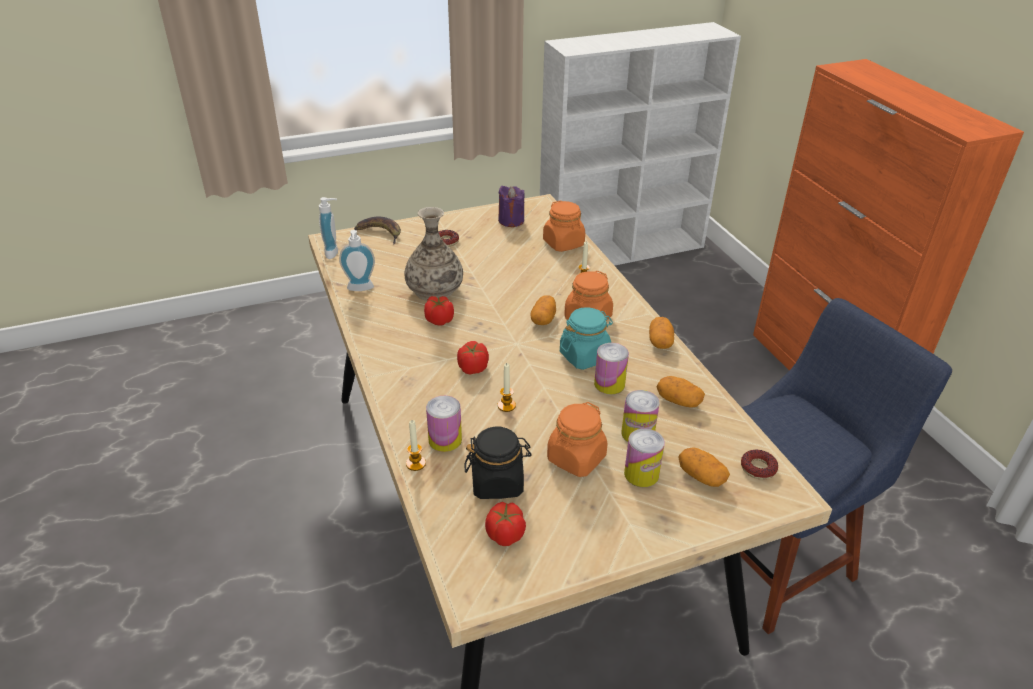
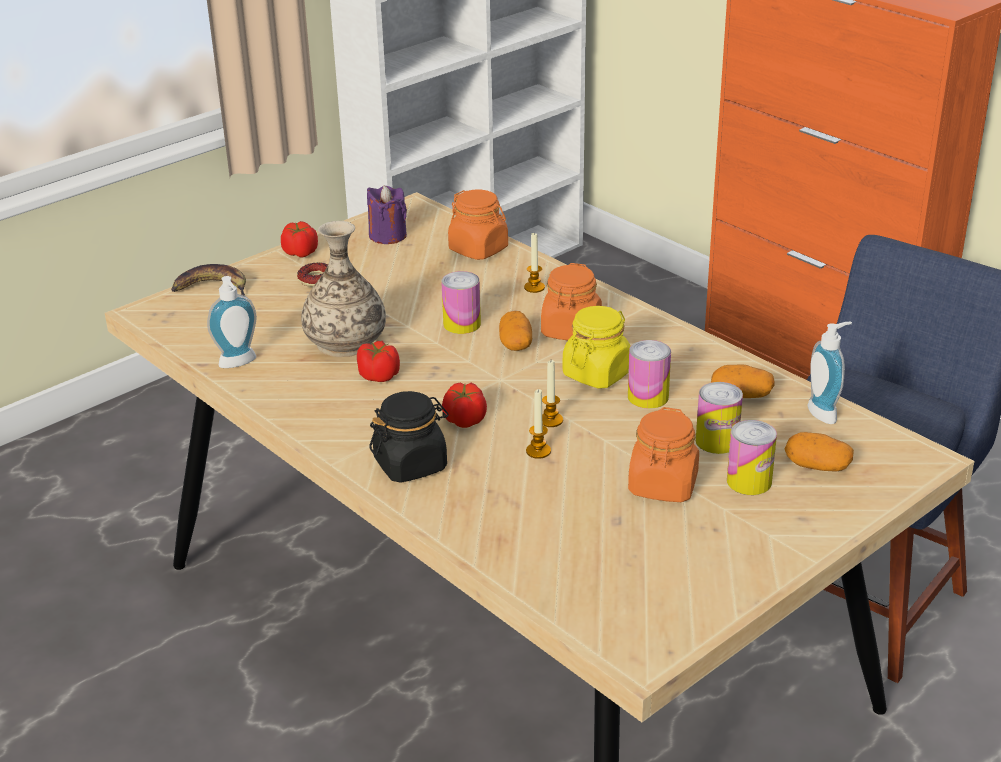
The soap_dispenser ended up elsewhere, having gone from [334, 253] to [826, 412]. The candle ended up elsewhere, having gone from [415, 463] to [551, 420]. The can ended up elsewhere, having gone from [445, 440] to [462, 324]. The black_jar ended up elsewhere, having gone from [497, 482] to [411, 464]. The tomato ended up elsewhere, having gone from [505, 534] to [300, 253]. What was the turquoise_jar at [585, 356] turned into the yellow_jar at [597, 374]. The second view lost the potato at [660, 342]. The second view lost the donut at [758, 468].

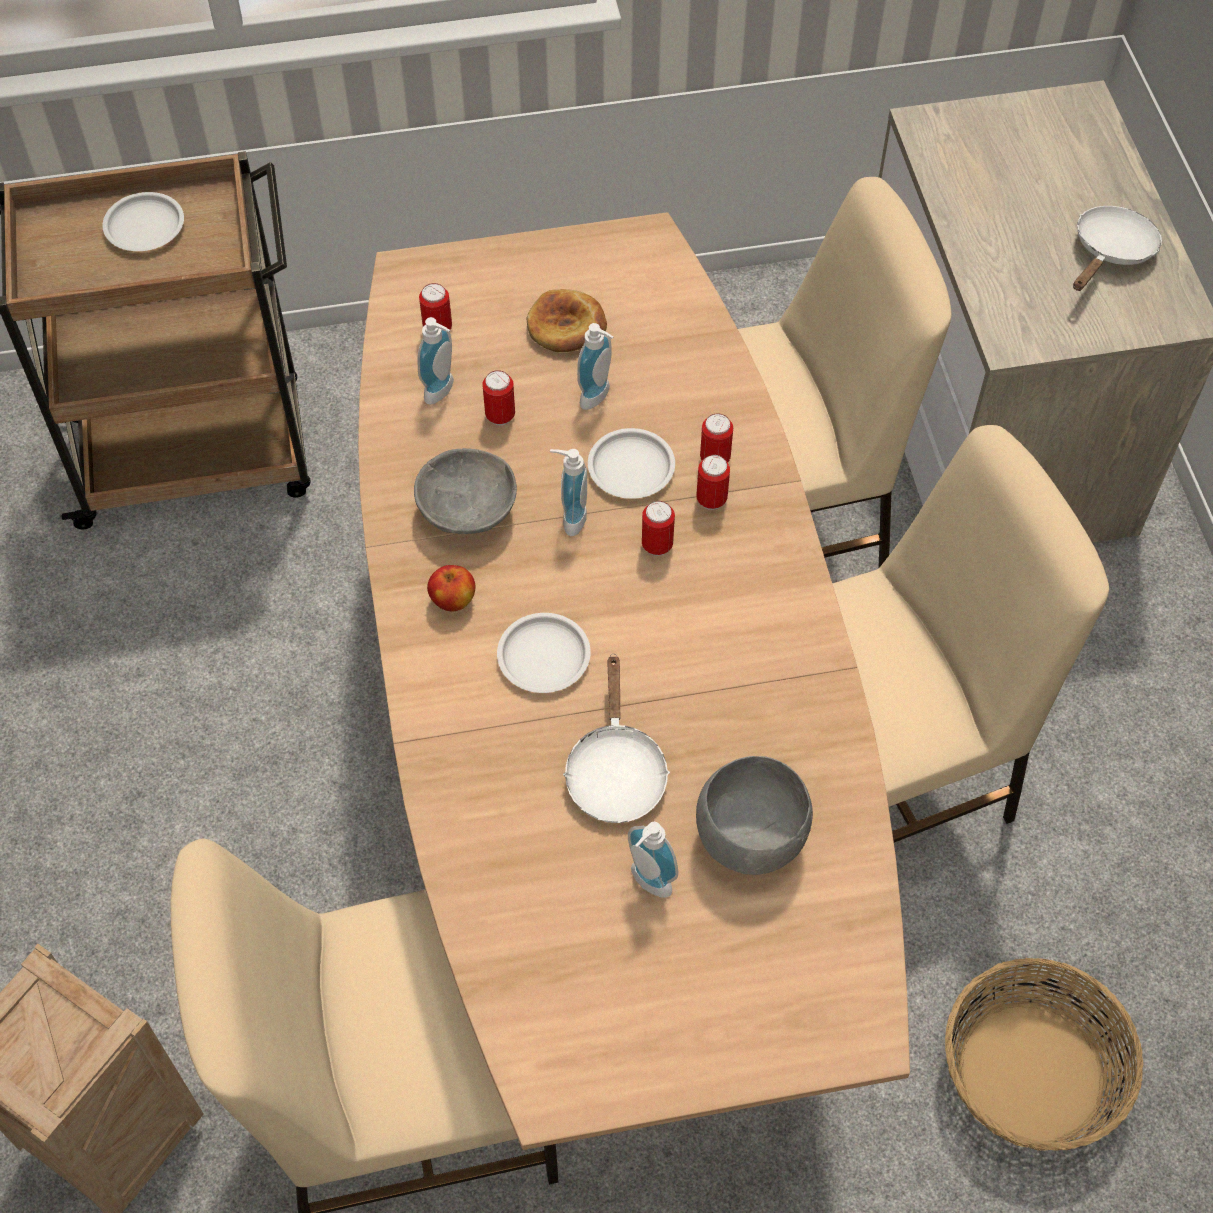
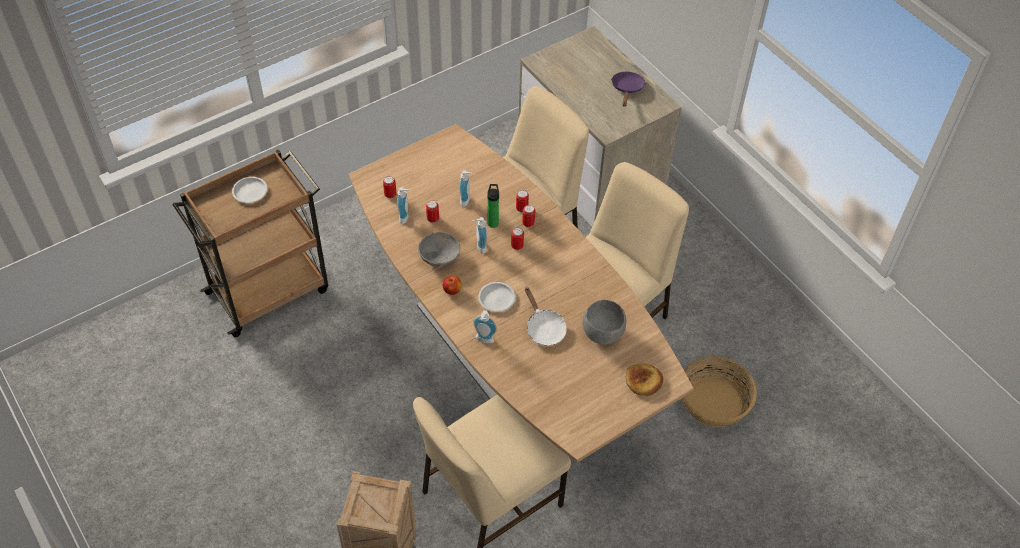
The bread ended up elsewhere, having gone from [566, 325] to [643, 381]. Where the white_plate stood at [632, 468], the bottle came to stand at [493, 222]. The soap_dispenser ended up elsewhere, having gone from [647, 884] to [484, 340]. What was the white_frying_pan at [1110, 252] turned into the purple_frying_pan at [627, 89].

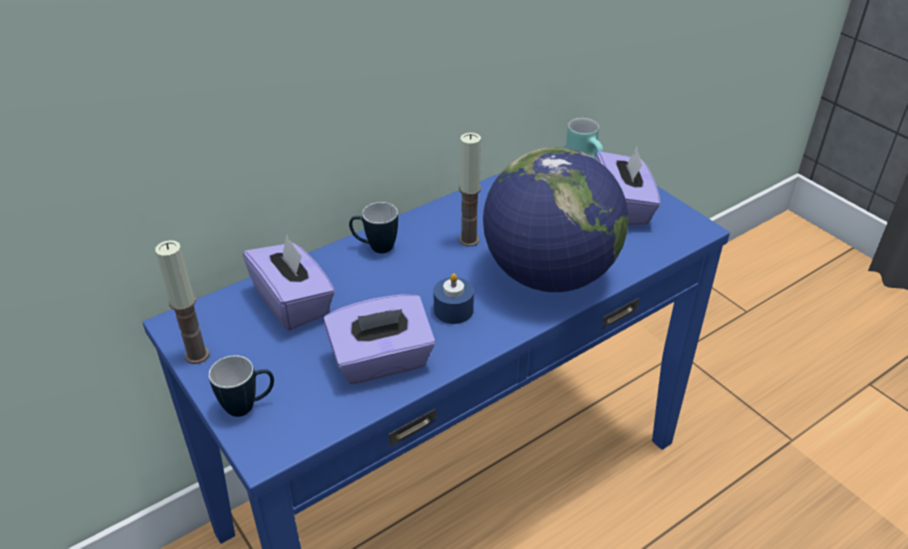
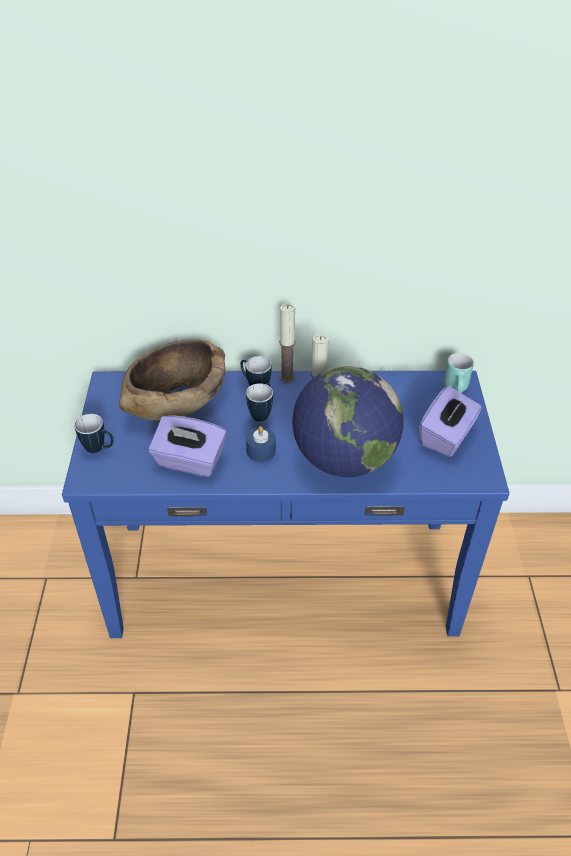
The candle ended up elsewhere, having gone from [197, 355] to [287, 377]. Where the purple_tissue_box stood at [293, 303], the brown_bowl came to stand at [176, 399]. The second view gained the mug at [262, 413].

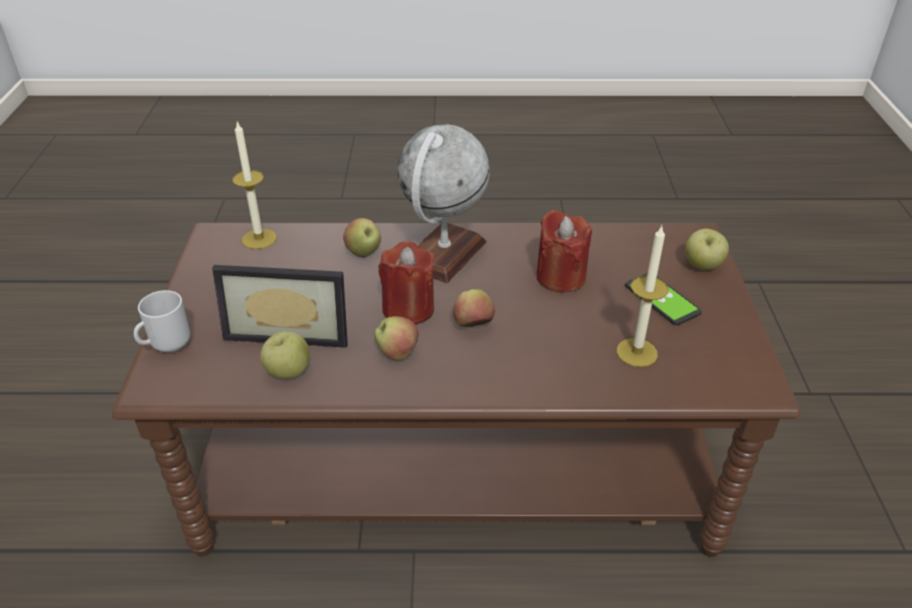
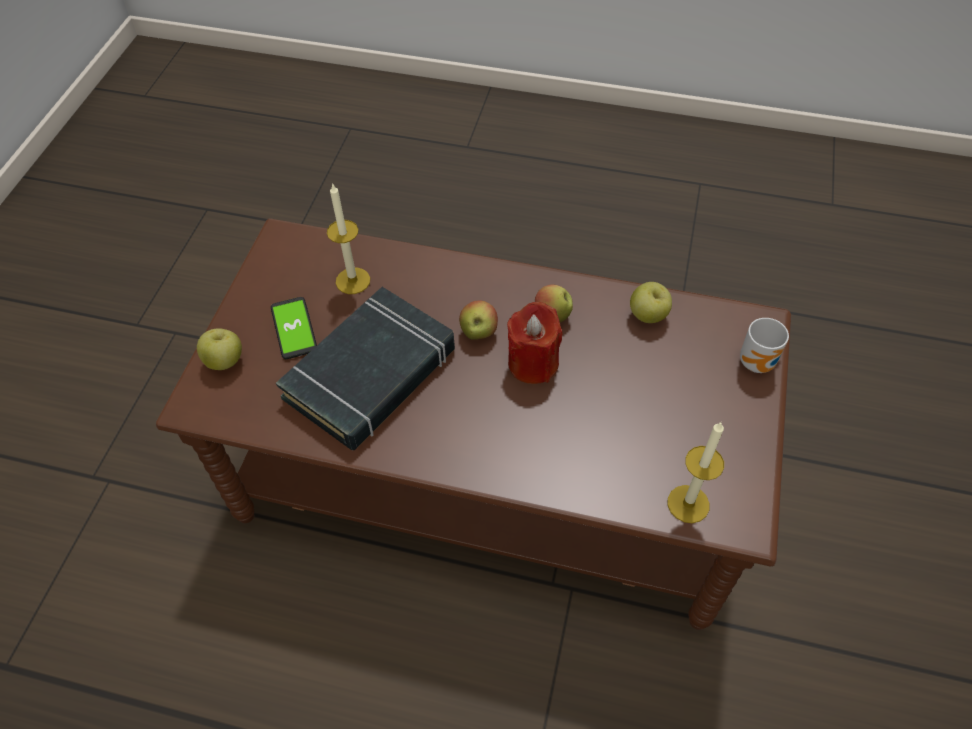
The second view lost the picture_frame at [290, 329]. The second view lost the apple at [364, 253]. The second view lost the globe at [444, 254]. Where the red_candle stood at [560, 277], the black_book came to stand at [371, 374].

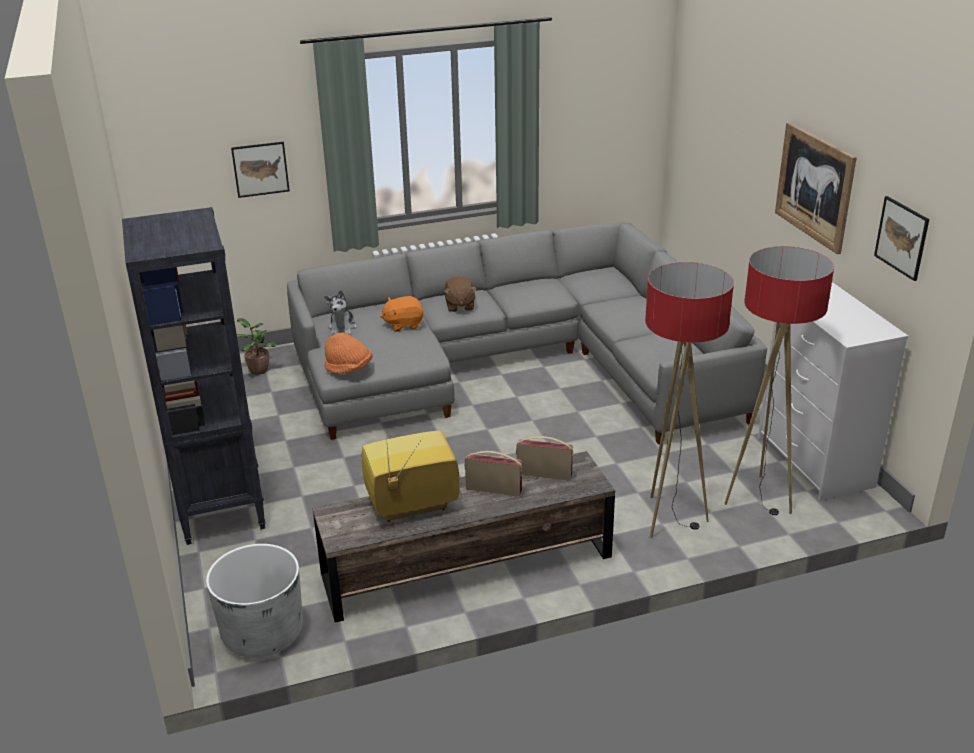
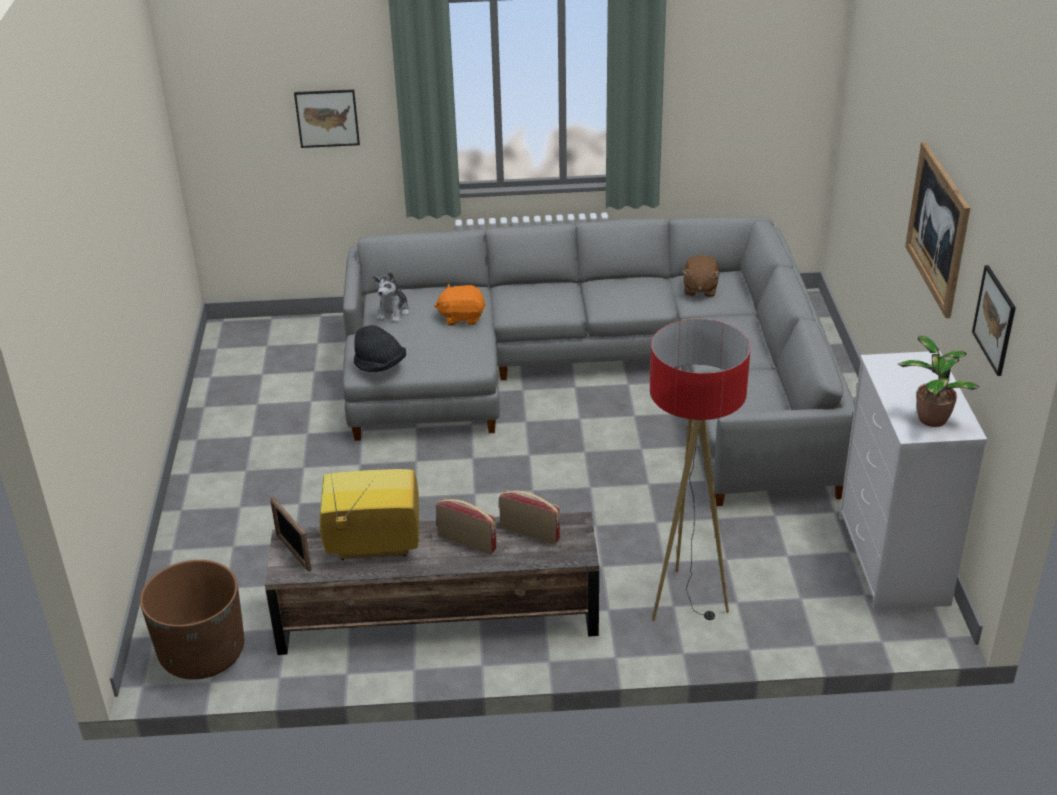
The second view lost the black_bookcase at [221, 506]. What was the white_planter at [263, 633] turned into the brown_planter at [202, 653]. The potted_plant ended up elsewhere, having gone from [257, 370] to [930, 418]. What was the orange_hat at [349, 369] turned into the black_hat at [380, 366]. The brown_plush_toy ended up elsewhere, having gone from [459, 306] to [699, 289]. The second view lost the floor_lamp at [758, 498]. The second view gained the picture_frame at [293, 552].

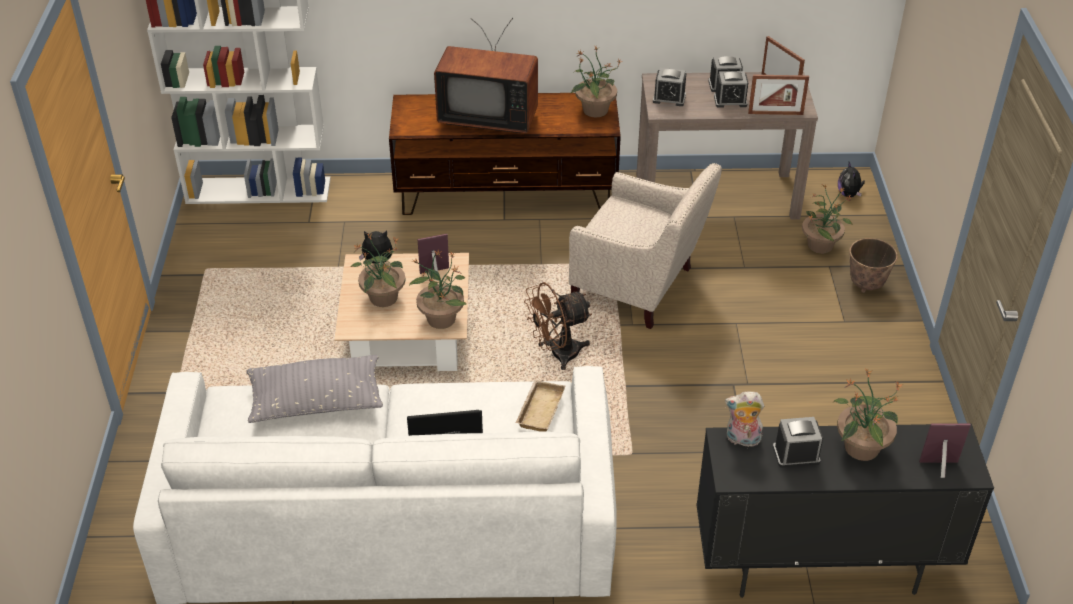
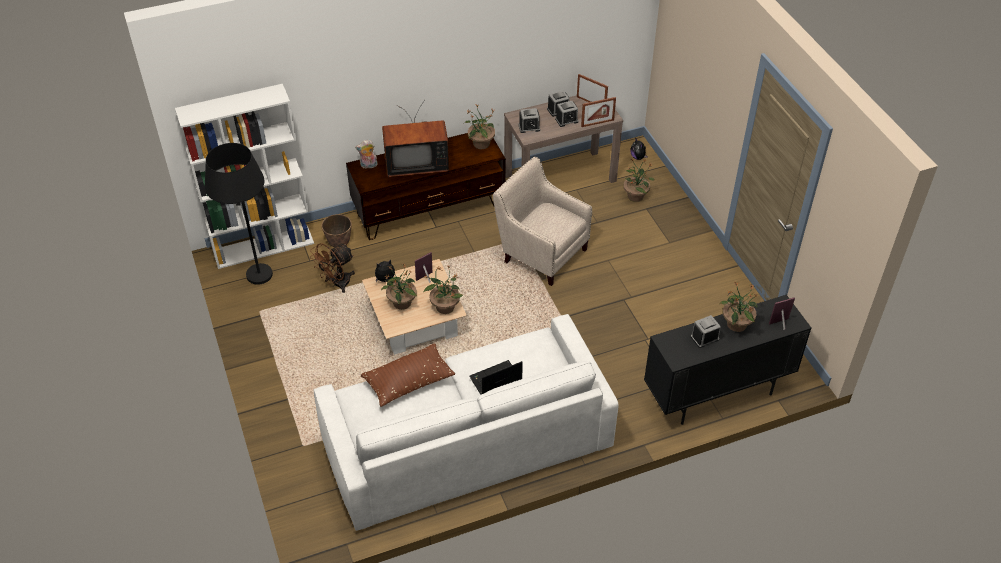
What was the grey_pillow at [316, 402] turned into the brown_pillow at [408, 382]. The second view lost the beige_tray at [539, 409]. The brown_fan ended up elsewhere, having gone from [557, 354] to [337, 284]. The beige_armchair at [639, 288] ended up facing another way, 150 degrees counterclockwise from before. The plush_toy ended up elsewhere, having gone from [742, 440] to [368, 166]. The planter ended up elsewhere, having gone from [866, 285] to [339, 243]. The second view gained the black_floor_lamp at [258, 285].

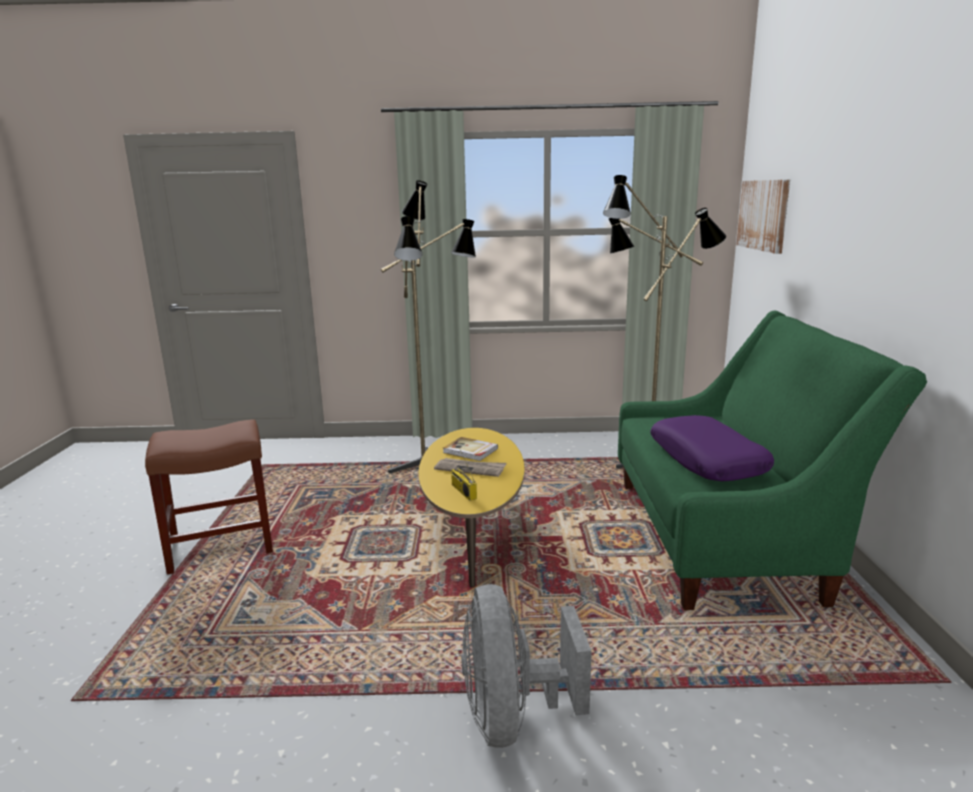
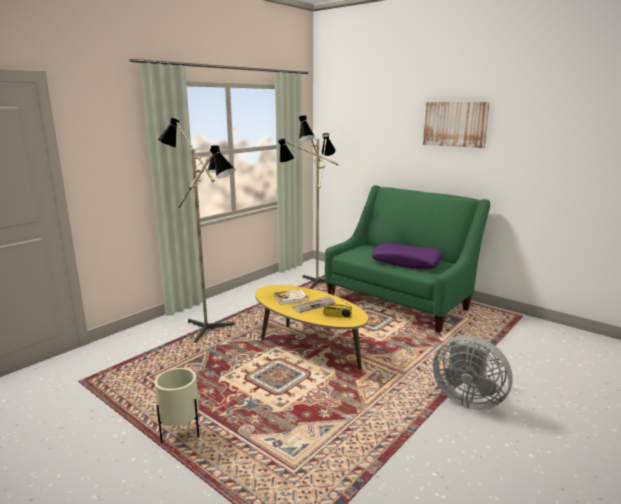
Where the brown_stool stood at [223, 545], the beige_planter came to stand at [181, 434]. The picture ended up elsewhere, having gone from [763, 215] to [455, 124].

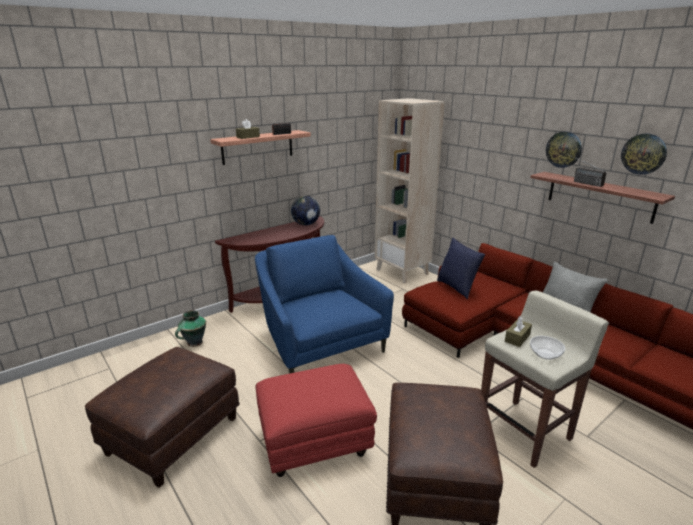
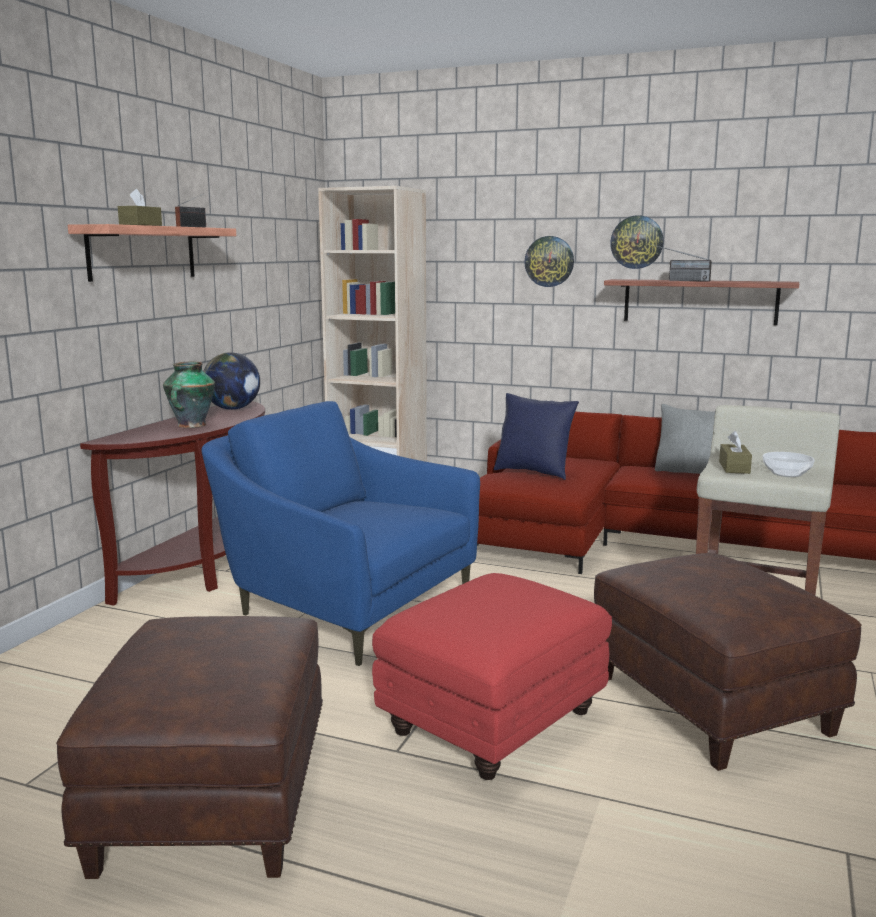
The vase ended up elsewhere, having gone from [194, 343] to [191, 425]. The wall_clock ended up elsewhere, having gone from [643, 154] to [549, 261].

